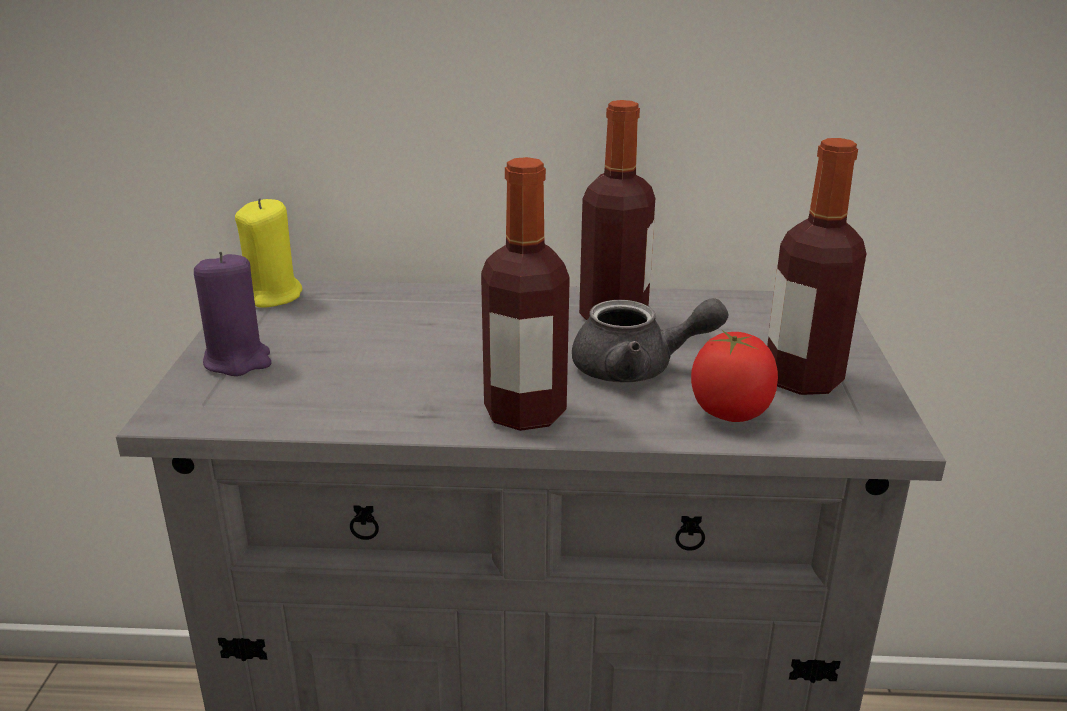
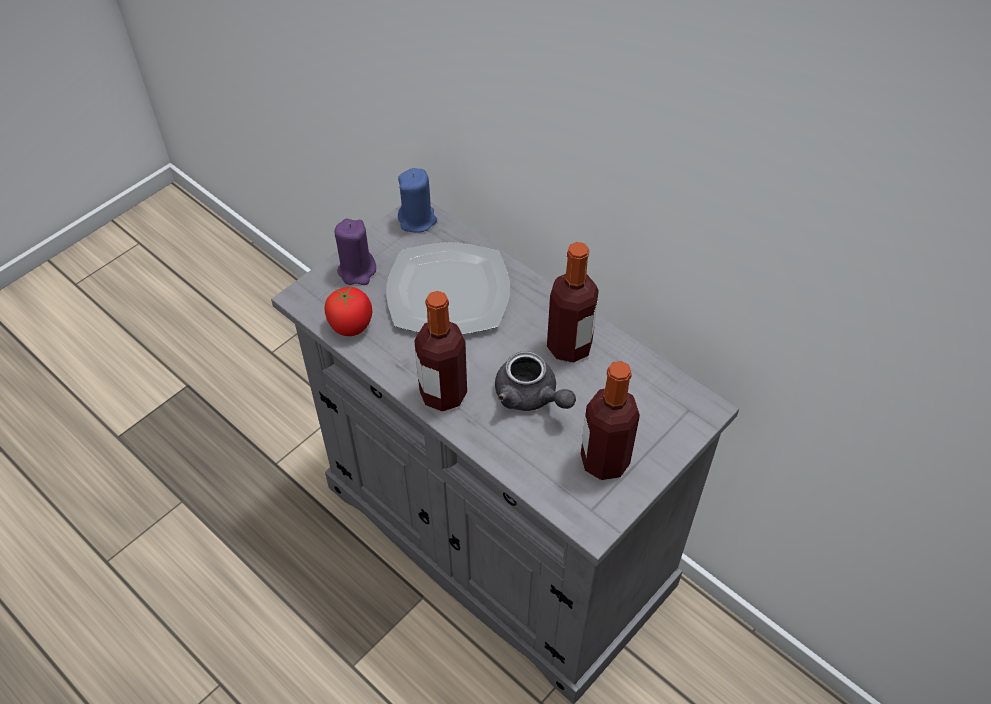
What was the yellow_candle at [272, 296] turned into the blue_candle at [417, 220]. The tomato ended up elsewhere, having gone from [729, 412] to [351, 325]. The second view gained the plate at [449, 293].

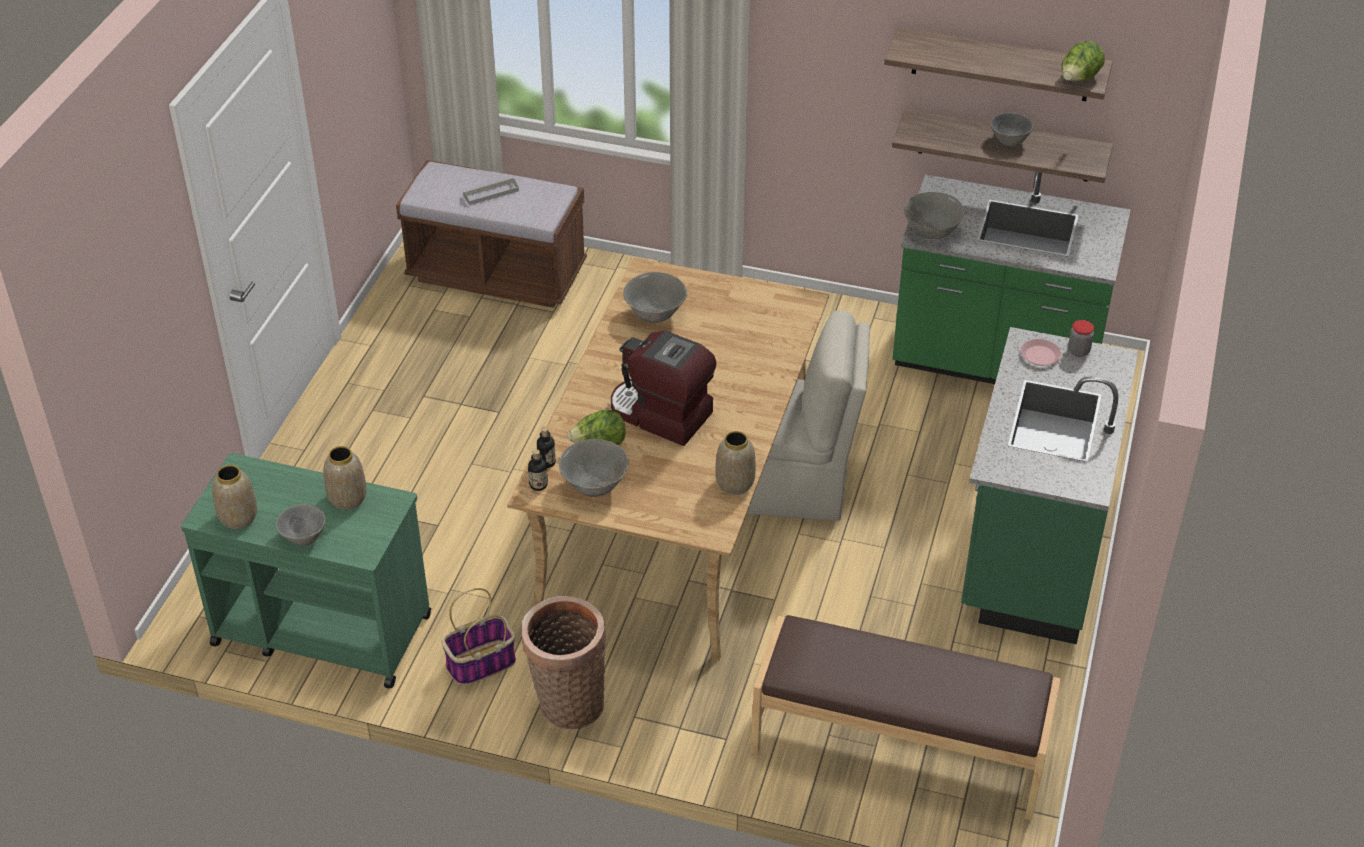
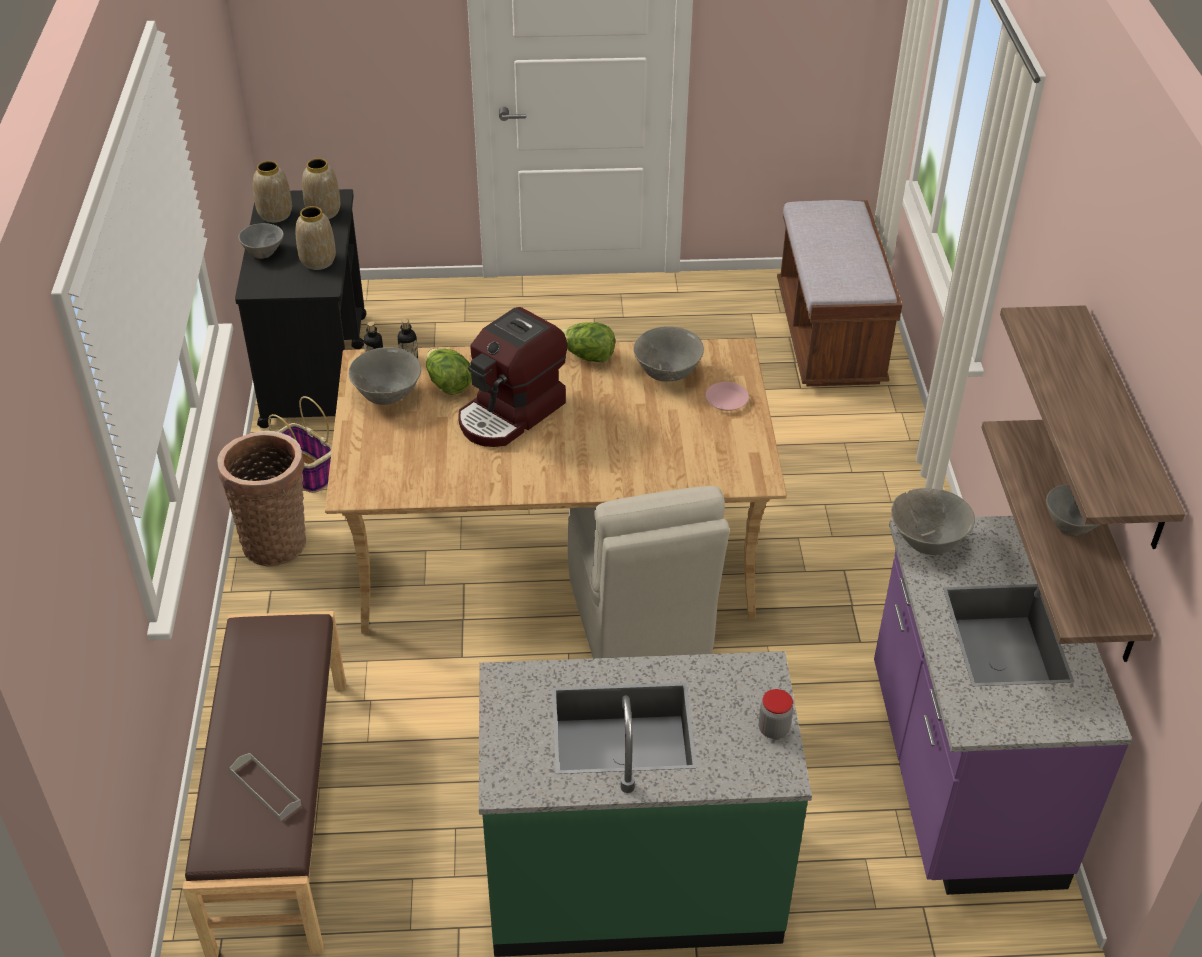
What was the green_cart at [320, 629] turned into the black_cart at [315, 368]. The grey_tray ended up elsewhere, having gone from [491, 193] to [265, 788]. The coffee_machine at [660, 415] ended up facing another way, 150 degrees counterclockwise from before. The vase ended up elsewhere, having gone from [735, 484] to [323, 212]. What was the green_counter at [996, 363] turned into the purple_counter at [959, 776]. The pink_plate ended up elsewhere, having gone from [1040, 355] to [726, 400]. The lettuce ended up elsewhere, having gone from [1079, 79] to [587, 357].

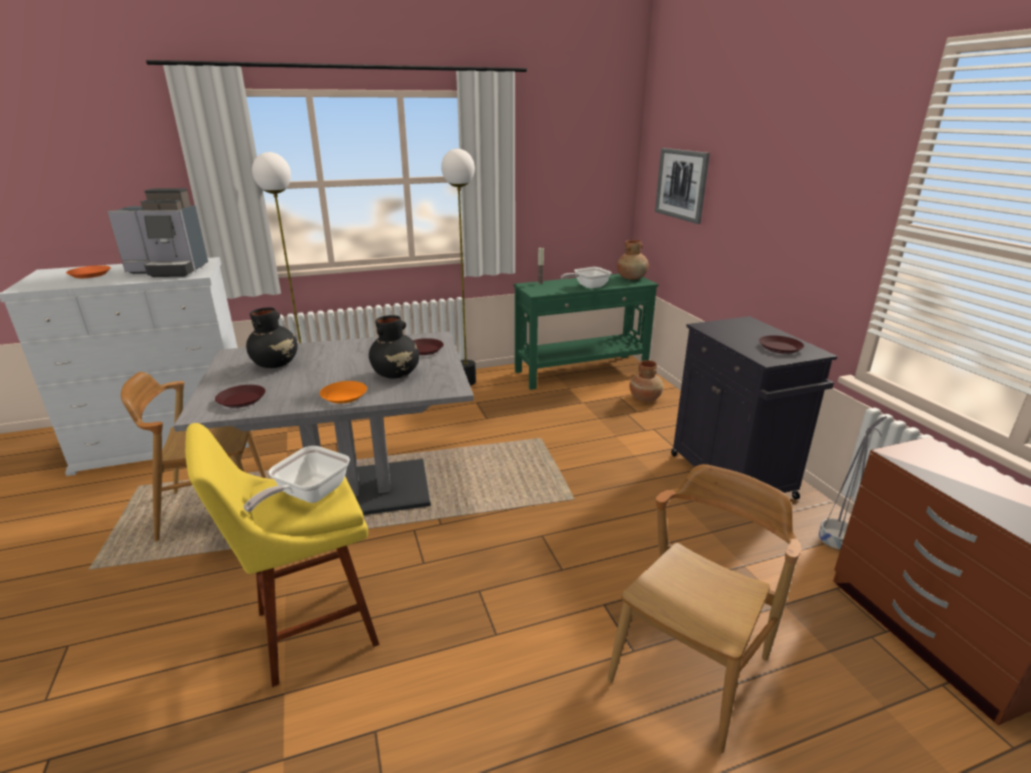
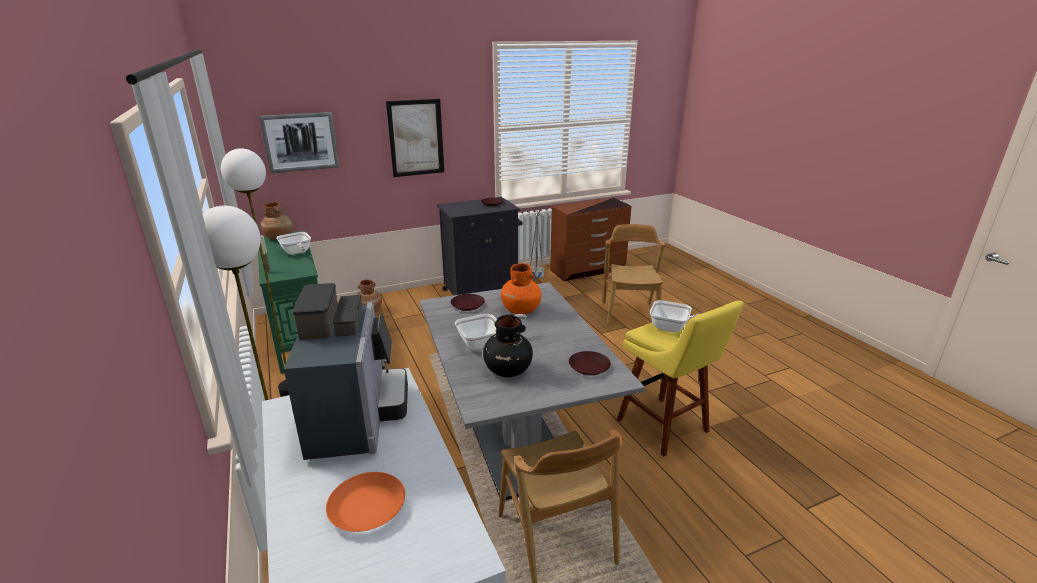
The second view lost the orange_plate at [344, 396]. What was the black_vase at [396, 374] turned into the orange_vase at [521, 310]. The brown_chair at [690, 669] ended up facing another way, 60 degrees clockwise from before. The second view gained the picture at [416, 138]. The second view gained the frying_pan at [485, 343].

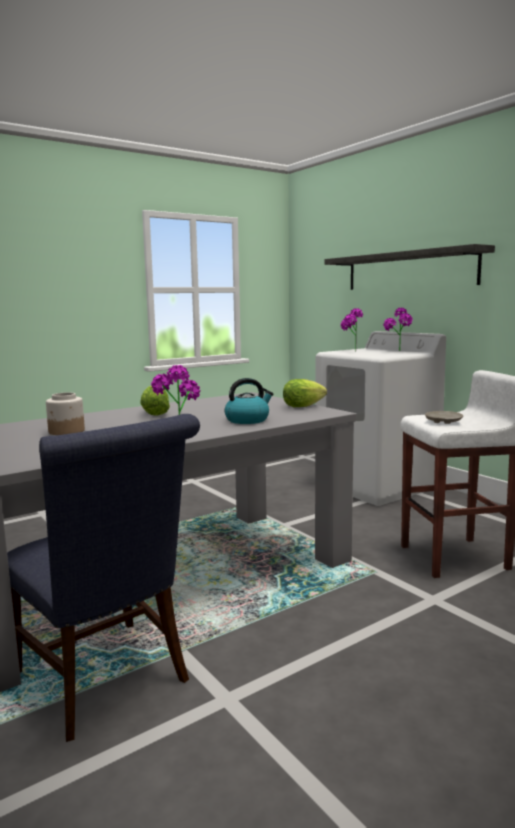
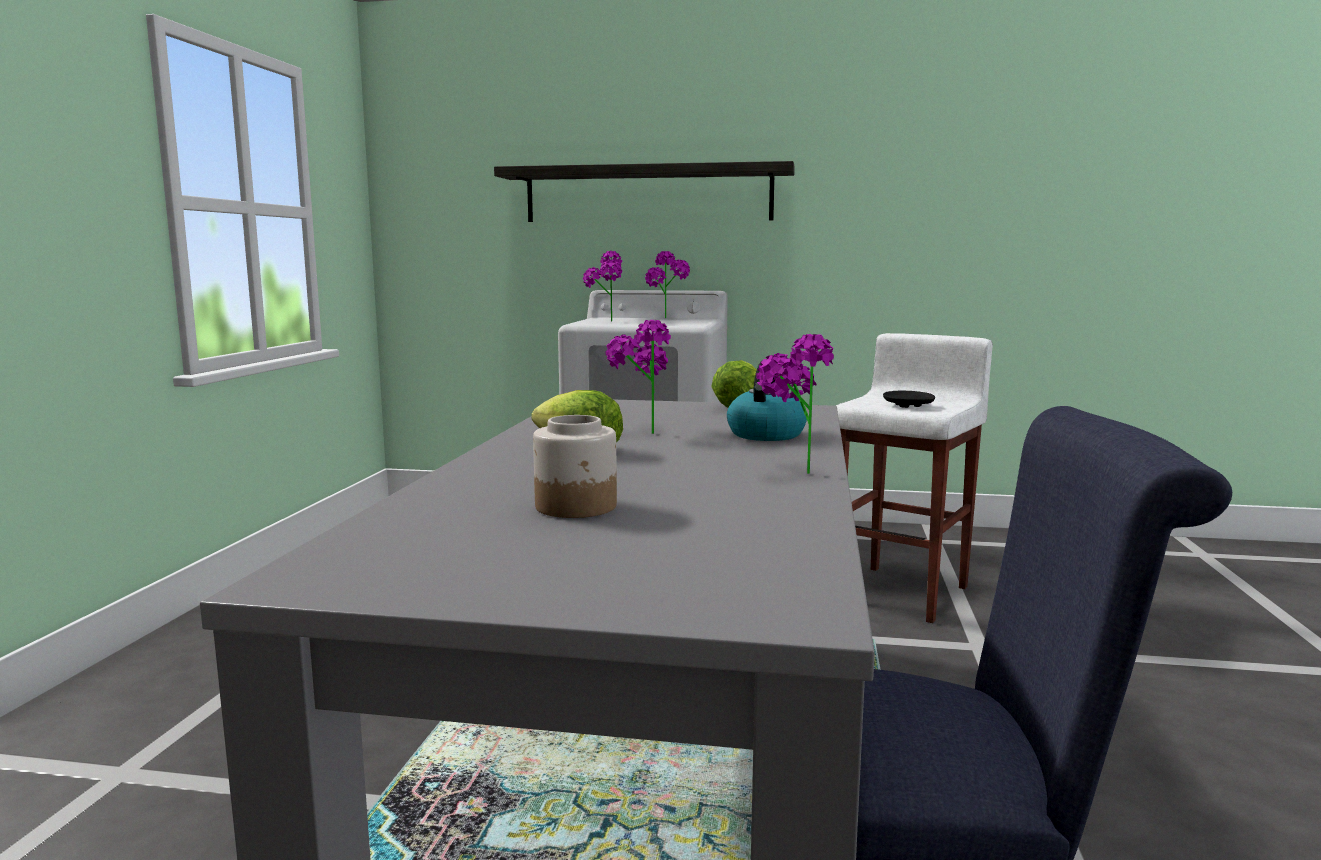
What was the beige_plate at [443, 422] turned into the black_plate at [908, 406]. The second view gained the potted_plant at [640, 432].

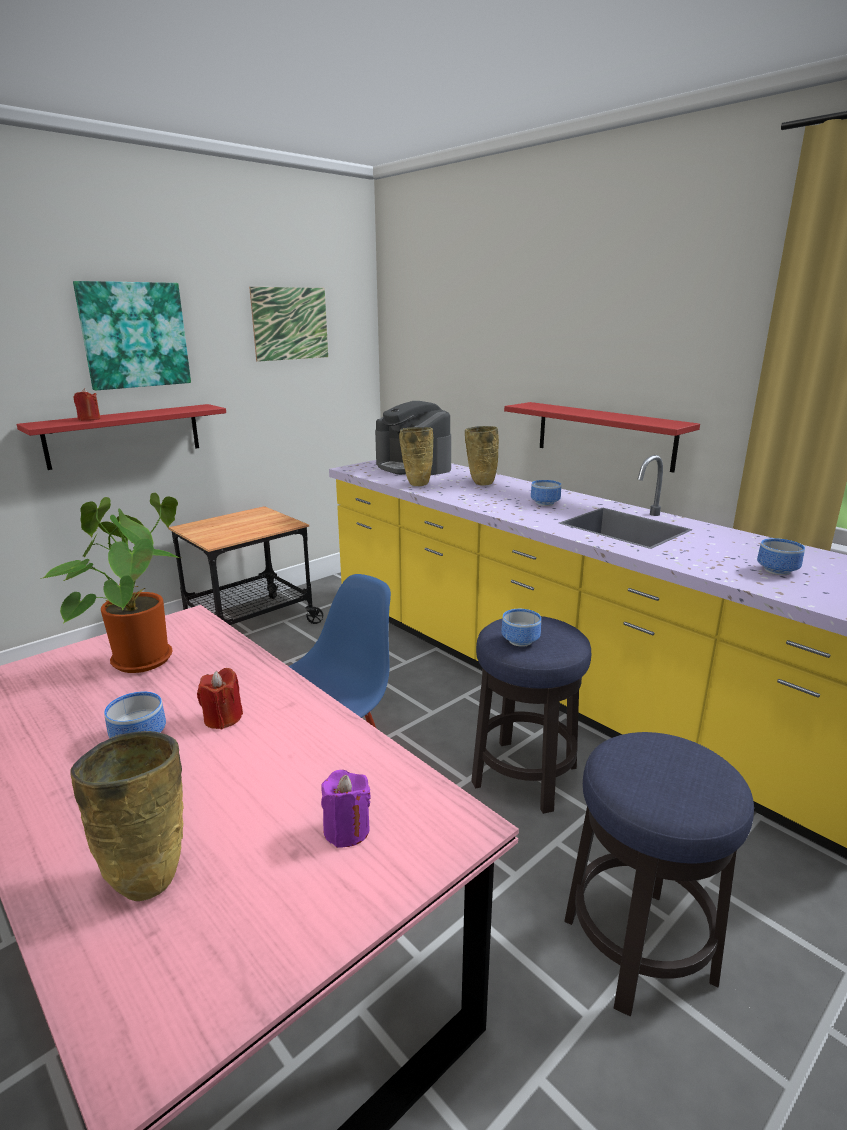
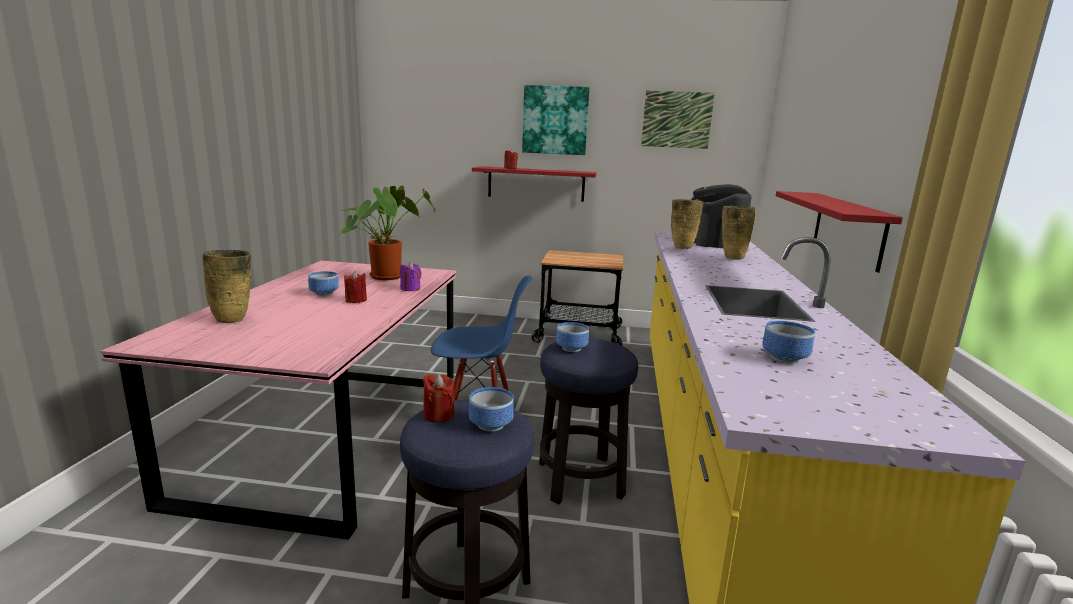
The purple_candle ended up elsewhere, having gone from [346, 830] to [410, 289]. The bowl ended up elsewhere, having gone from [546, 503] to [490, 425]. The second view gained the red_candle at [439, 415].

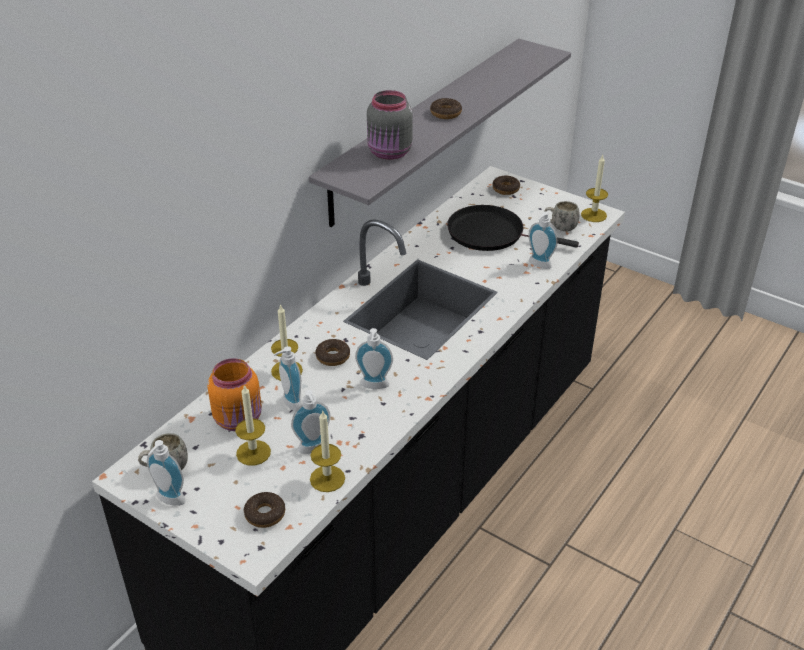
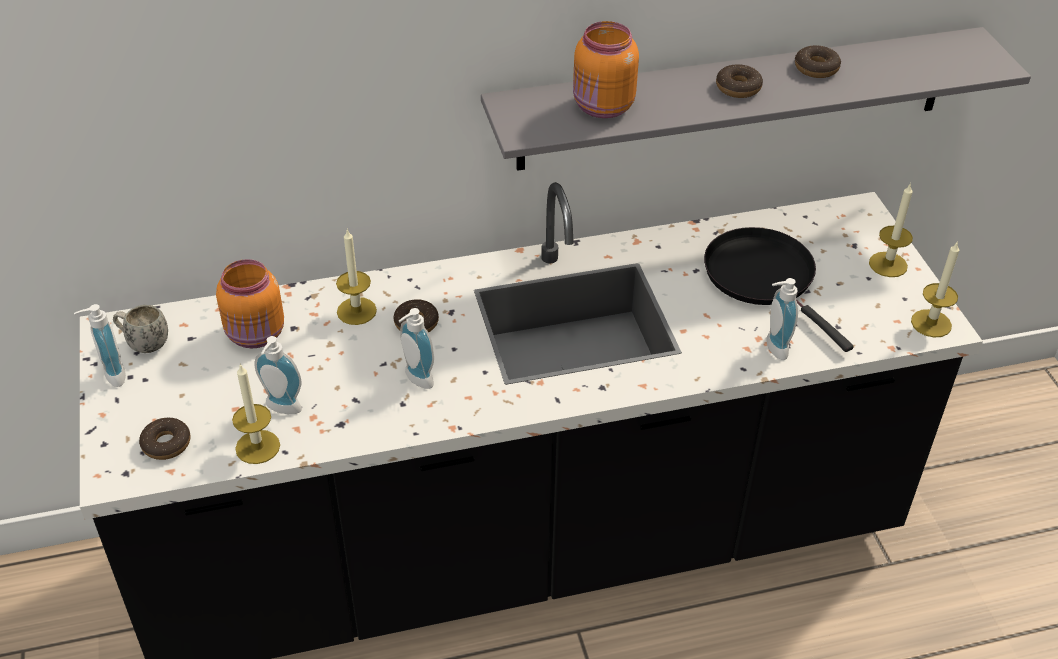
The candle ended up elsewhere, having gone from [253, 453] to [888, 264]. The second view lost the soap_dispenser at [289, 404]. What was the grey_jar at [390, 153] turned into the orange_jar at [602, 108]. The donut ended up elsewhere, having gone from [505, 189] to [816, 68]. The second view lost the white_mug at [559, 228].

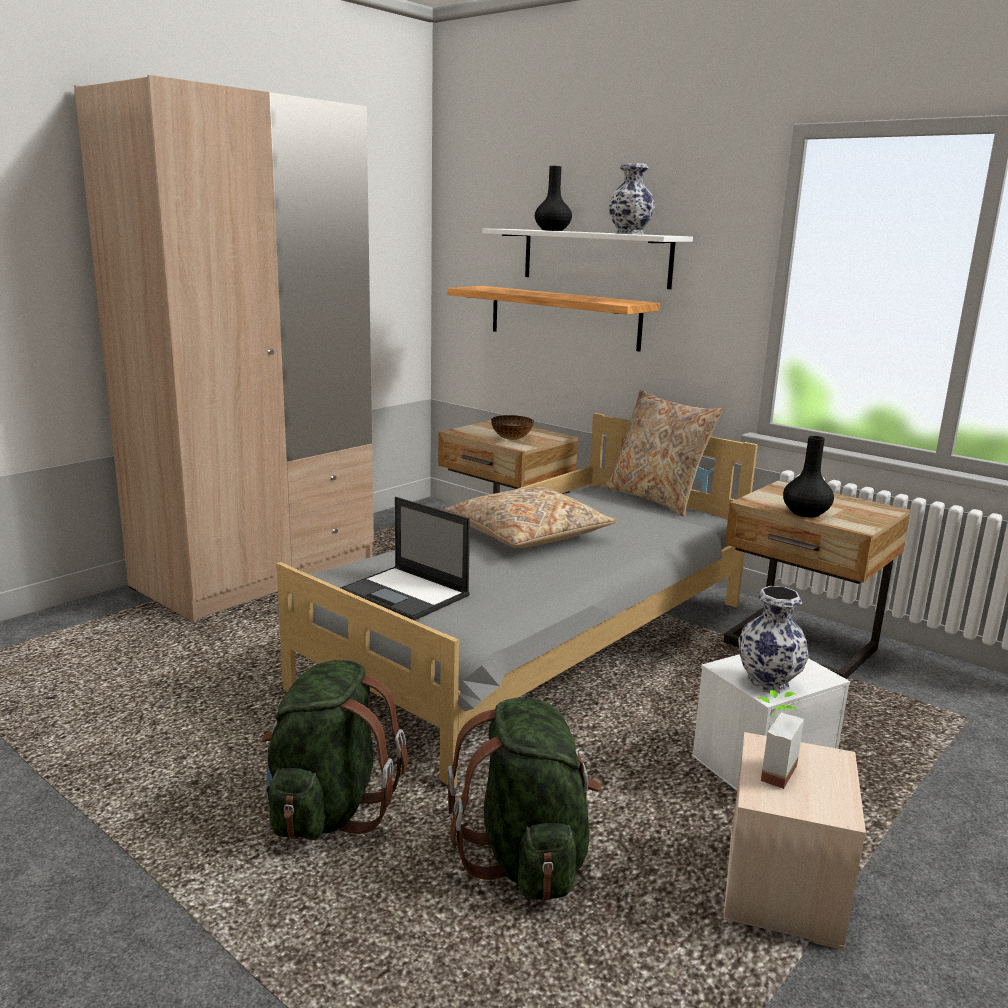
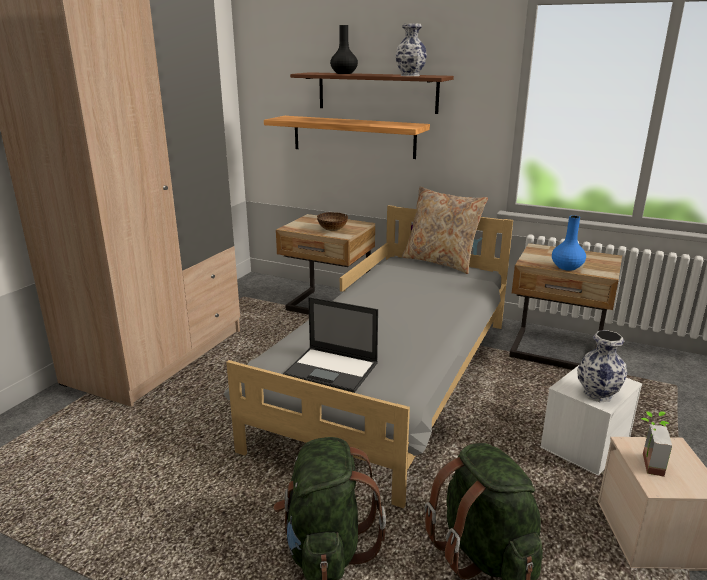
The second view lost the beige_pillow at [527, 534]. What was the white_shelf at [595, 257] turned into the brown_shelf at [377, 92]. What was the black_vase at [806, 513] turned into the blue_vase at [567, 267].

